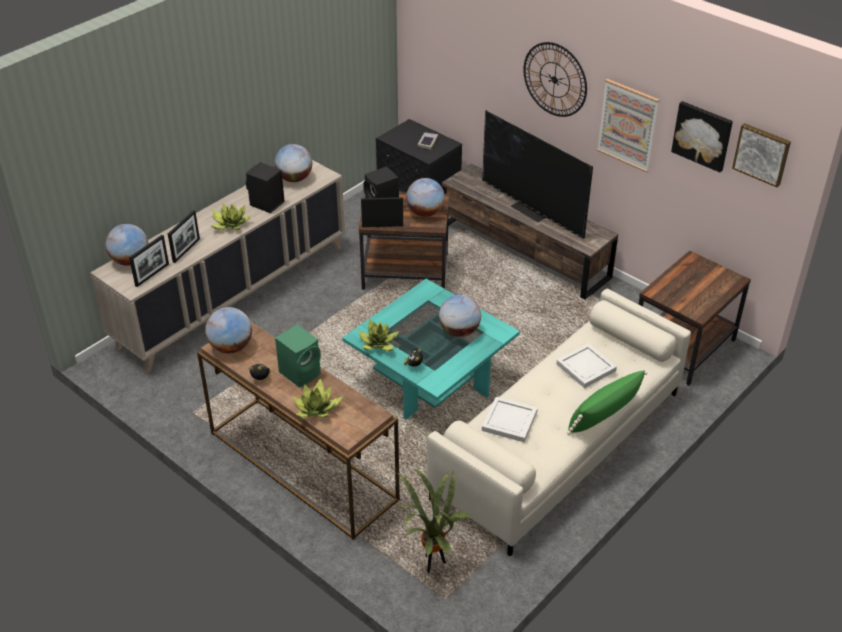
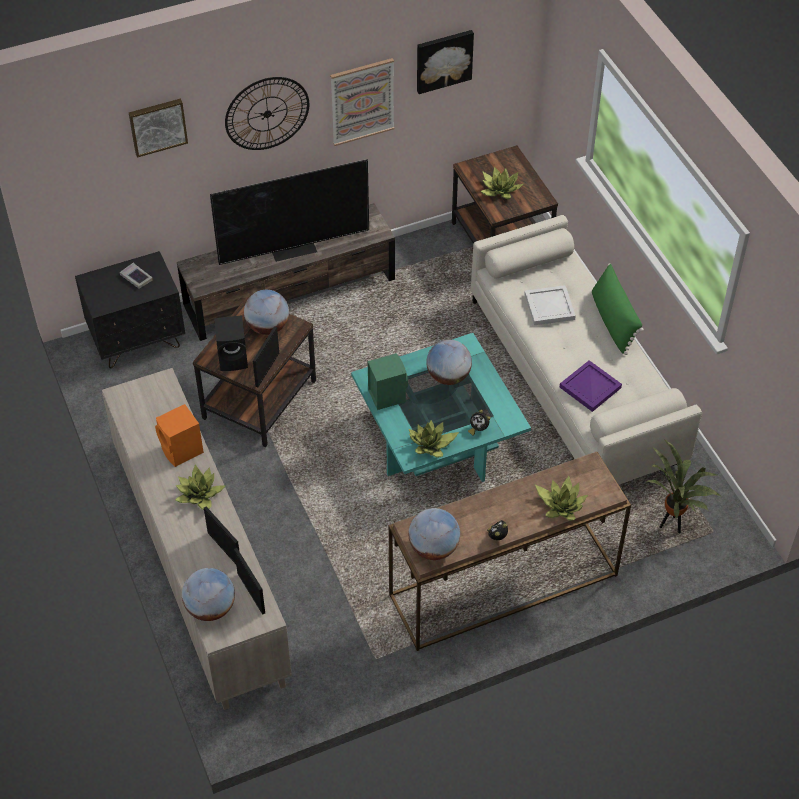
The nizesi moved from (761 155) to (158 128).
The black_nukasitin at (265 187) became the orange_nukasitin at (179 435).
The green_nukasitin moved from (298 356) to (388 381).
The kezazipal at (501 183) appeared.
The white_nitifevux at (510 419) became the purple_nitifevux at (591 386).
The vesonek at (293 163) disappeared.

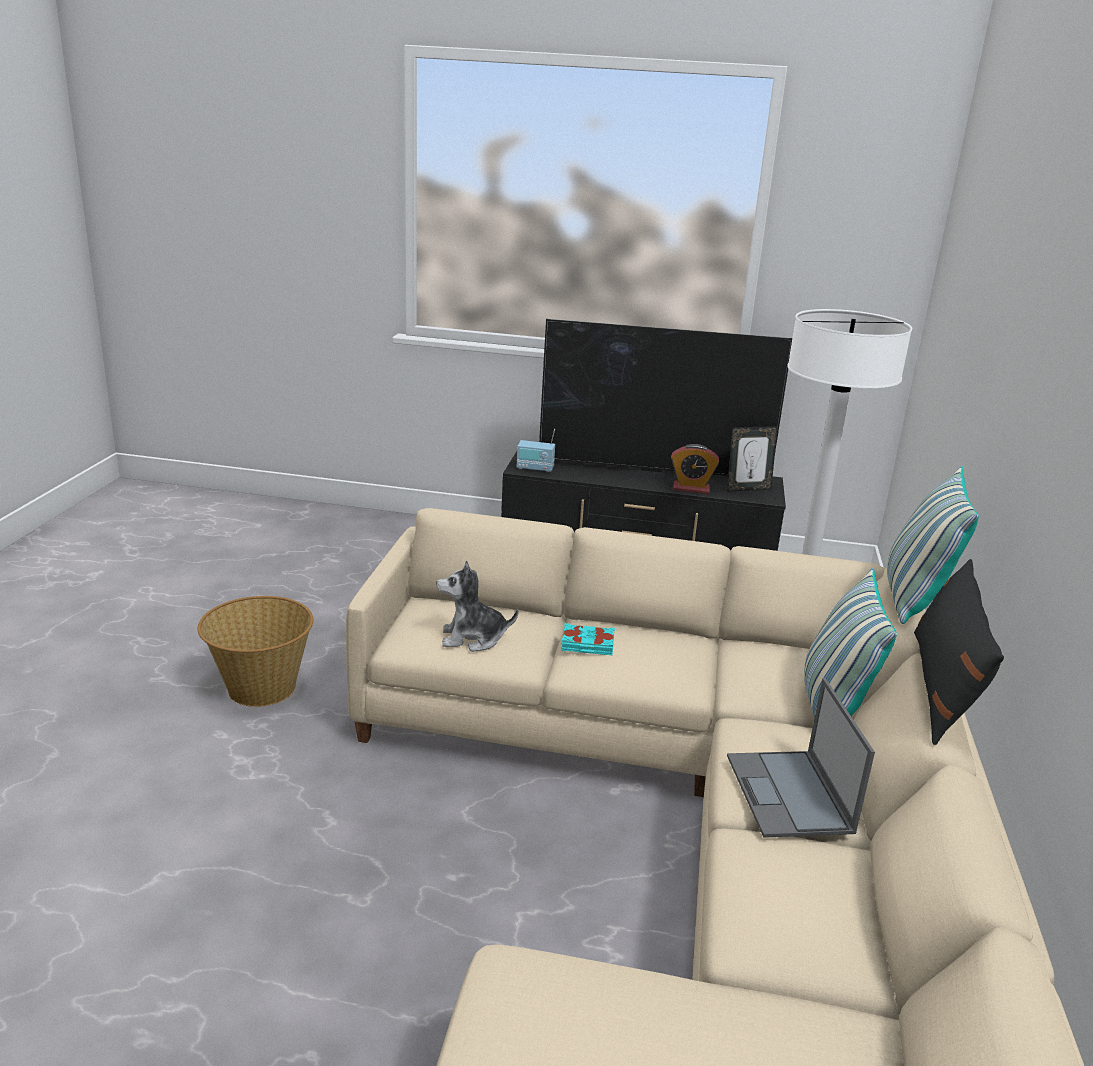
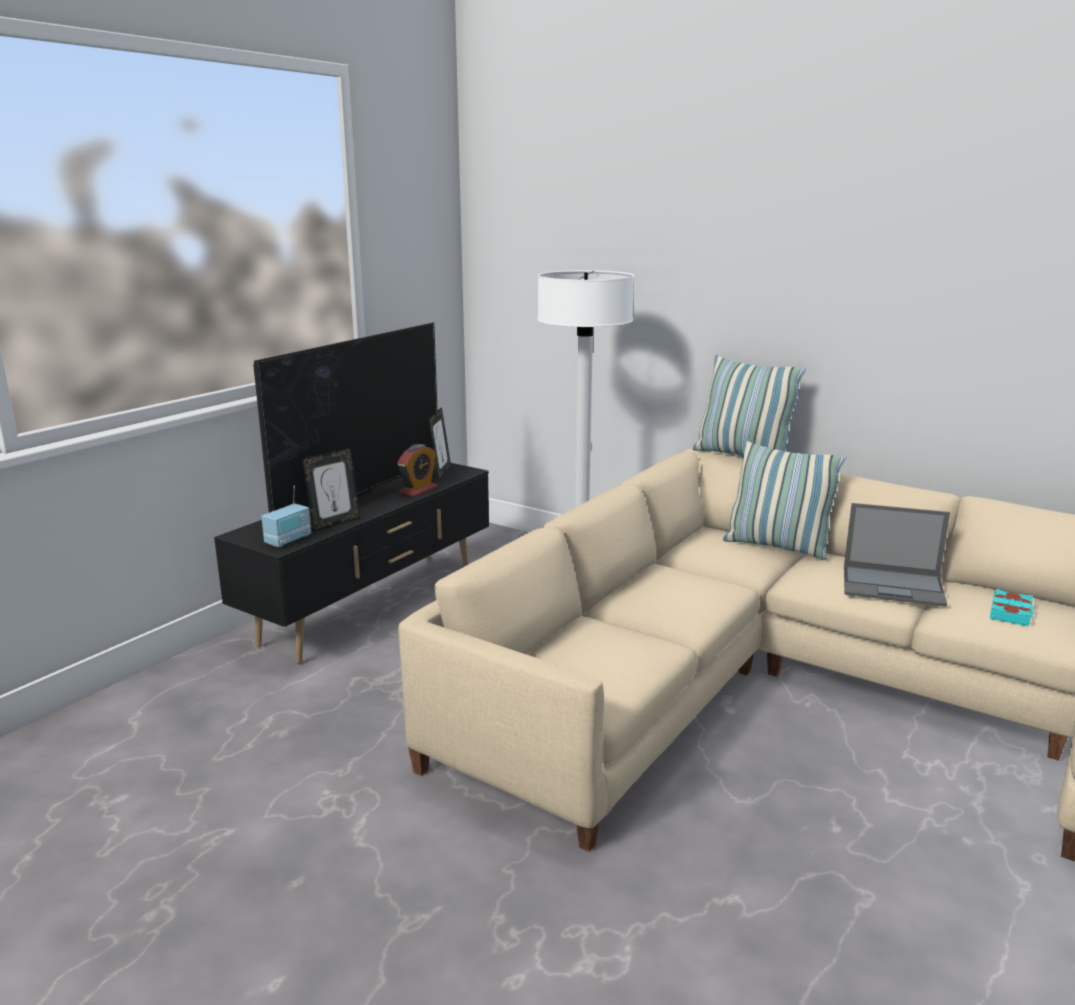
The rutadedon at (331 489) appeared.
The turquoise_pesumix moved from (588 639) to (1012 608).
The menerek at (256 651) disappeared.
The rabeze at (477 606) disappeared.
The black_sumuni at (959 652) disappeared.

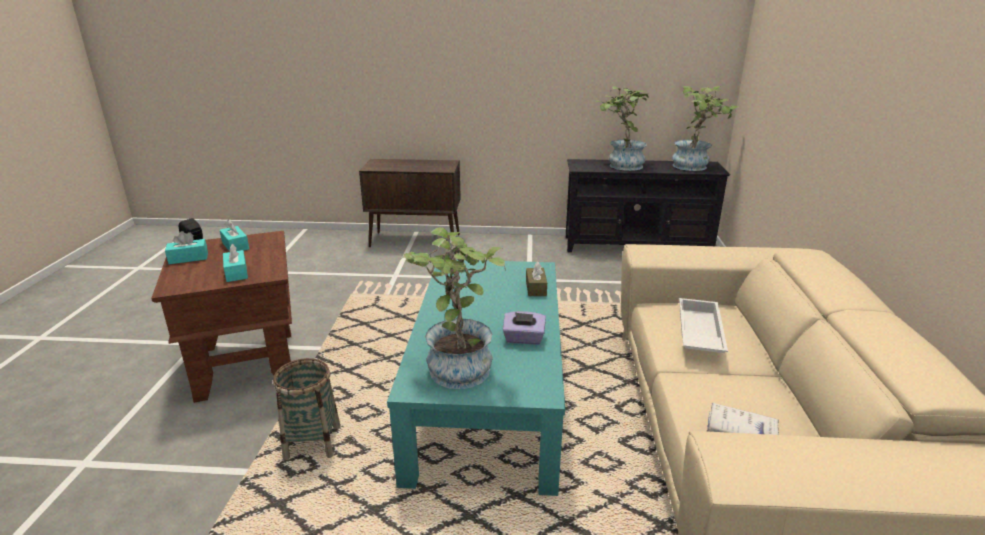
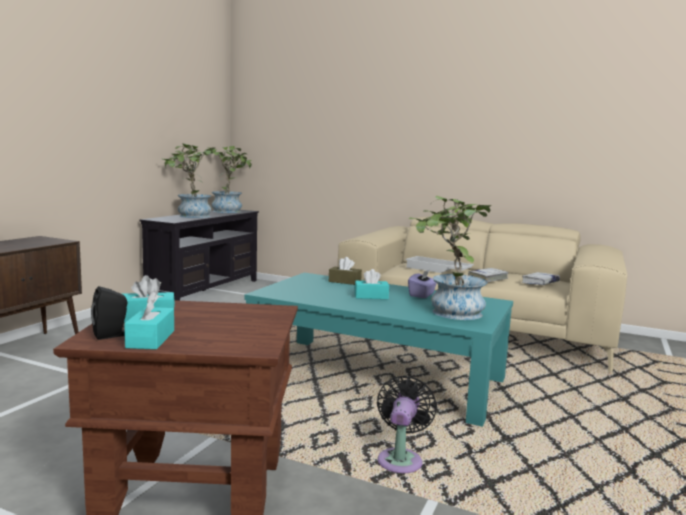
The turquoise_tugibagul moved from (235 263) to (372 284).
The menerek at (307 409) was replaced by the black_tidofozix at (407 424).
The white_pesumix at (488 275) appeared.

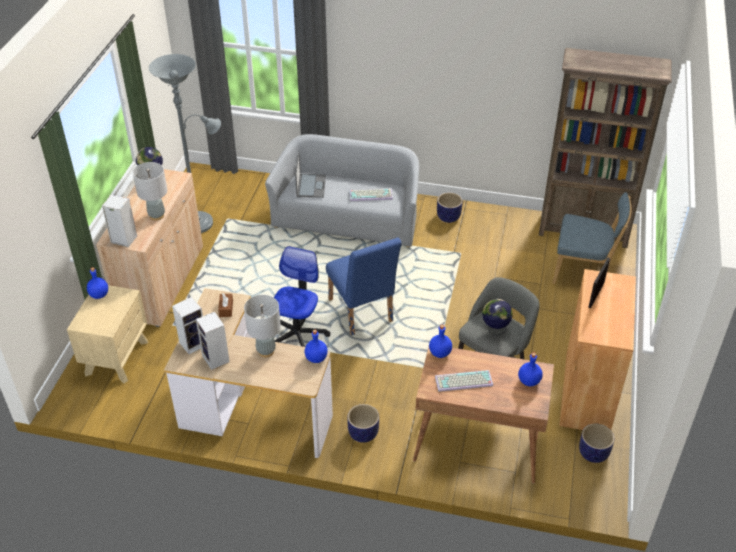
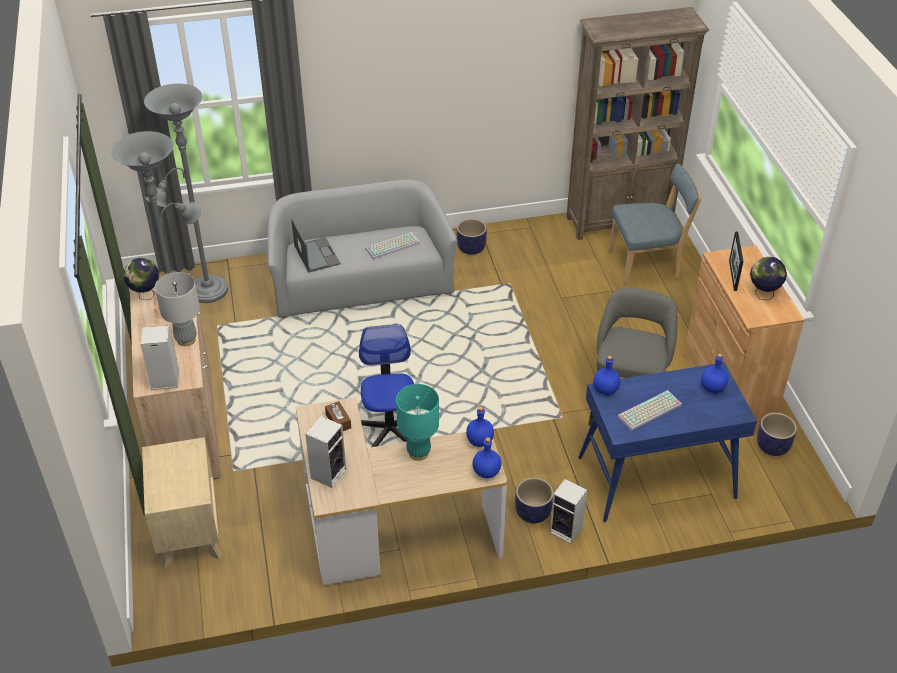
The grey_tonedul at (186 193) appeared.
The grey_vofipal at (262 326) became the turquoise_vofipal at (417 422).
The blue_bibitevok moved from (97 283) to (487 458).
The nukasitin moved from (213 341) to (568 511).
The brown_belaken at (483 415) became the blue_belaken at (667 442).
The vesonek moved from (497 317) to (768 278).
The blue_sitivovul at (364 286) disappeared.

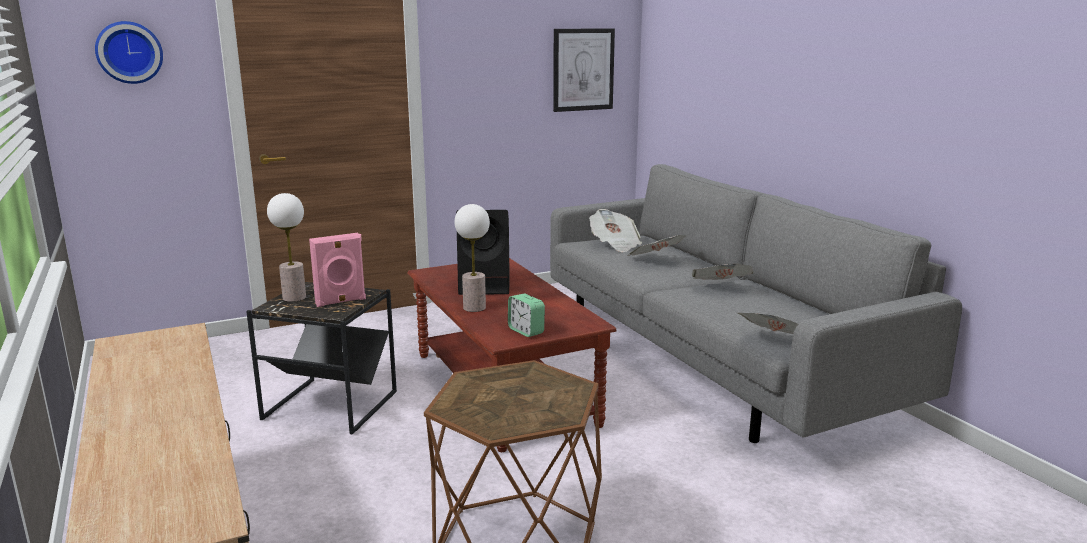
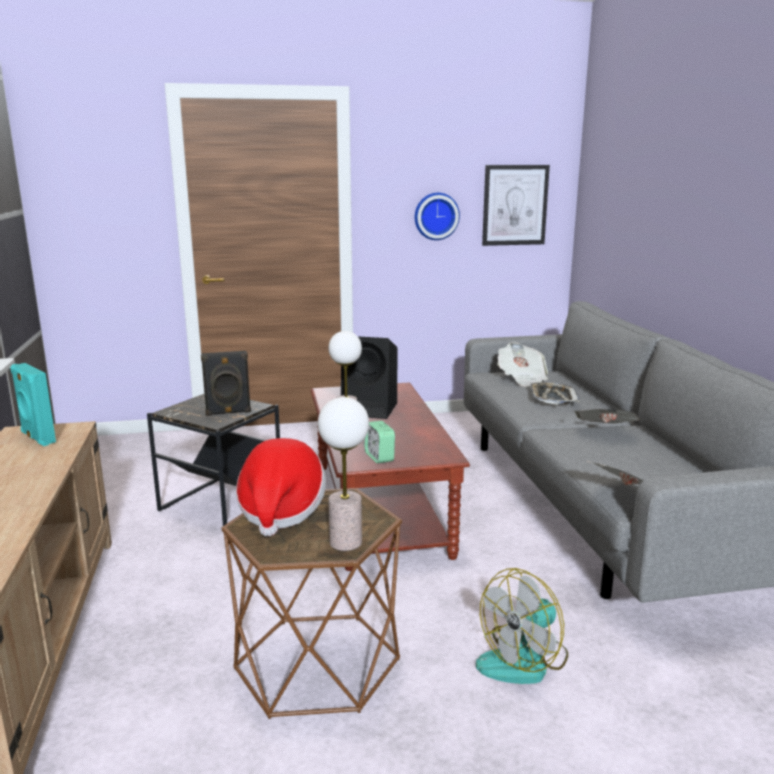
The turquoise_nukasitin at (33 404) appeared.
The pink_nukasitin at (337 270) became the black_nukasitin at (226 383).
The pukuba at (281 487) appeared.
The vofipal moved from (286 247) to (343 474).
The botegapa moved from (129 52) to (437 216).
The tidofozix at (522 626) appeared.
The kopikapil at (656 245) was replaced by the nitifevux at (555 393).

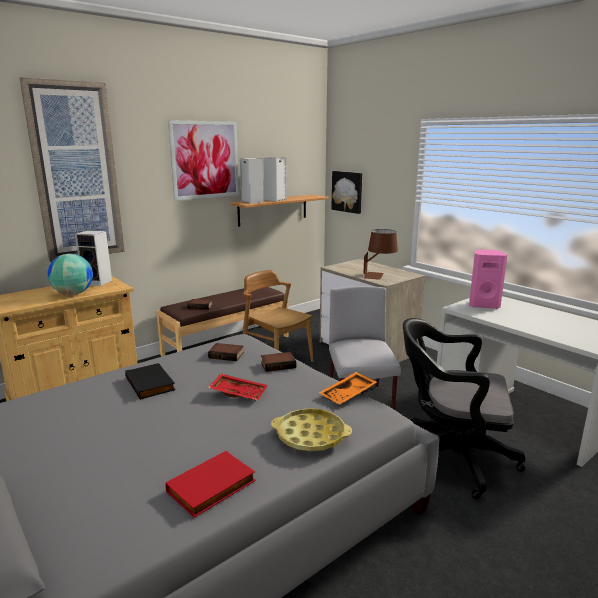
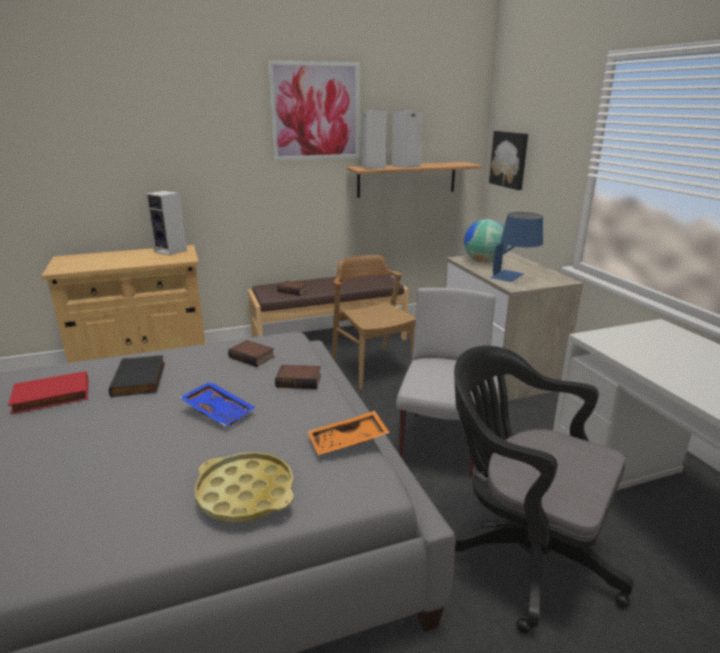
The red_pesumix moved from (210 484) to (48 392).
The red_nitifevux at (238 387) became the blue_nitifevux at (217 404).
The vesonek moved from (70 274) to (486 241).
The brown_vofipal at (380 254) became the blue_vofipal at (516 247).
The nizesi at (72 169) disappeared.
The pink_nukasitin at (488 279) disappeared.

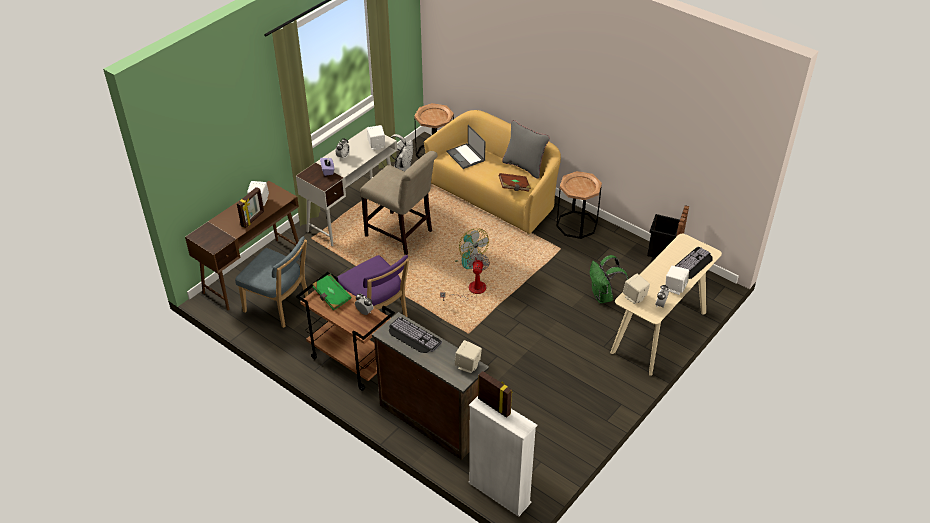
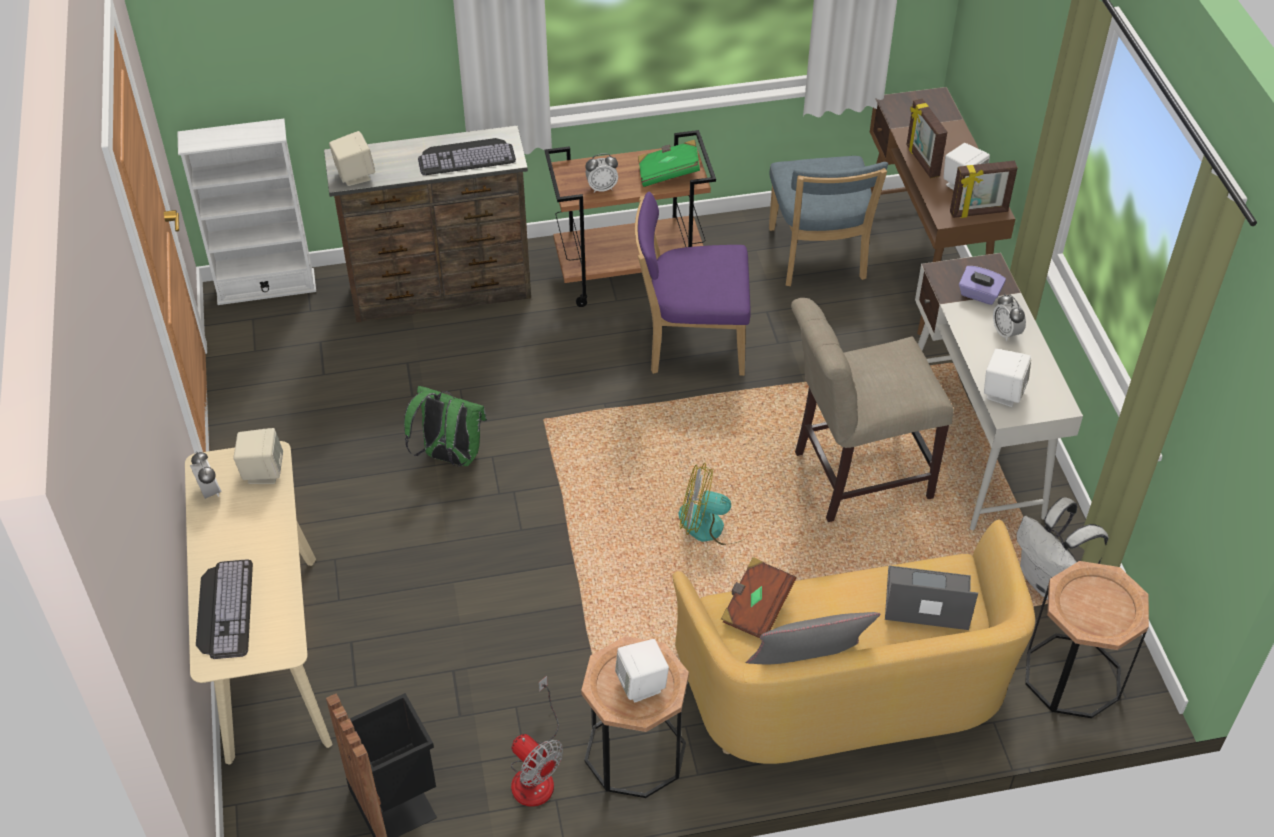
The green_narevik moved from (609 279) to (445 426).
The tidofozix moved from (465 277) to (537 741).
The white_nukasitin moved from (677 280) to (642 670).
The blue_sitivovul at (271 282) turned 75 degrees counterclockwise.
The rutadedon moved from (495 394) to (984 189).

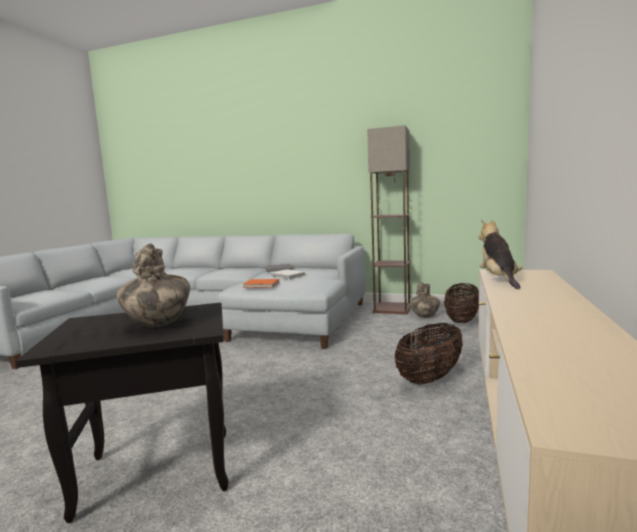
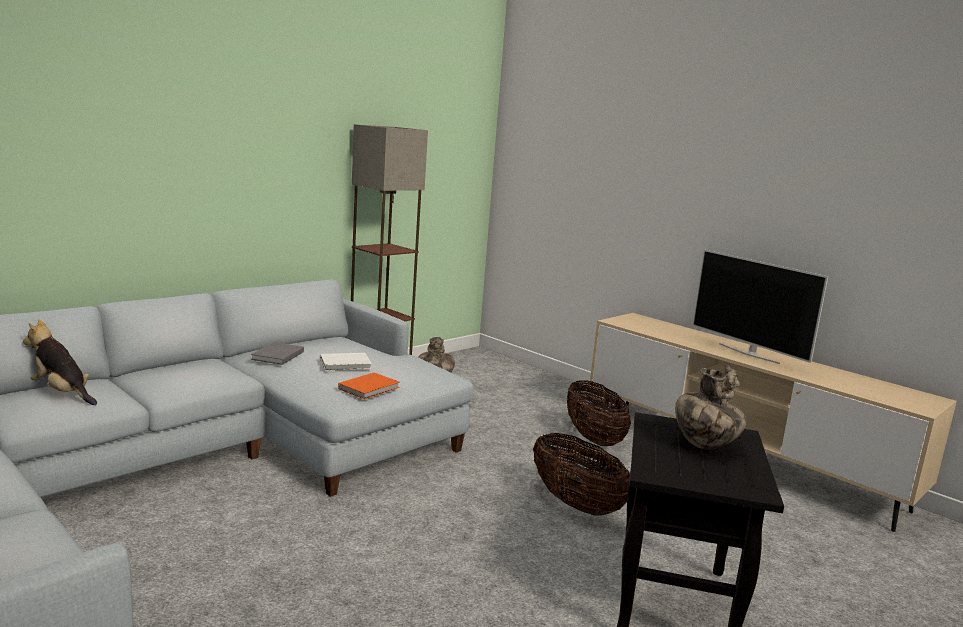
The rabeze moved from (500 254) to (60 362).
The menerek moved from (461 303) to (581 474).
The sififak at (760 306) appeared.

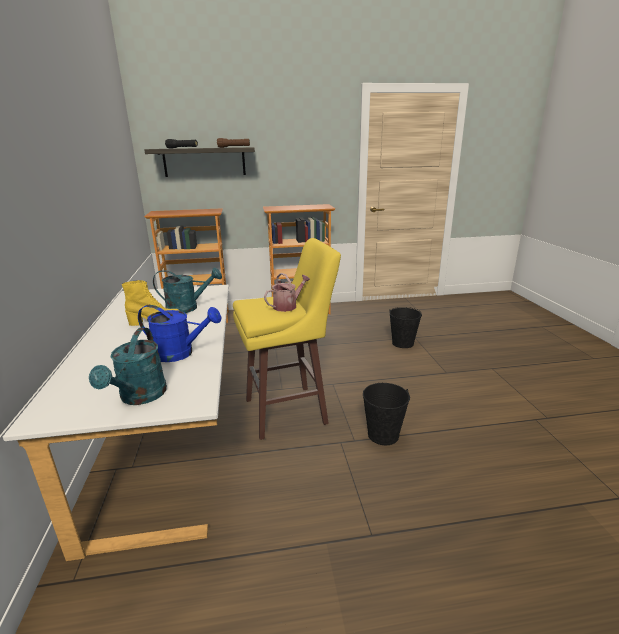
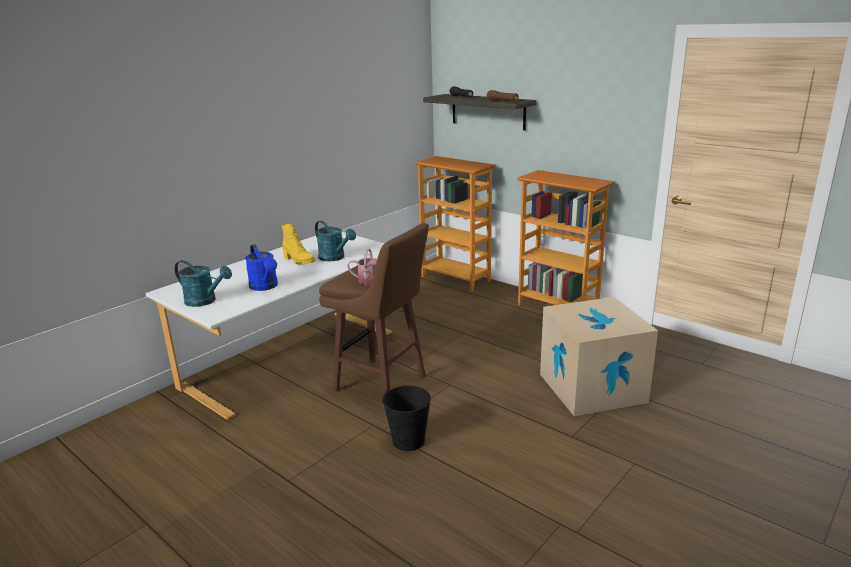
The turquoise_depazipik at (128 366) turned 120 degrees counterclockwise.
The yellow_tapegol at (287 339) became the brown_tapegol at (374 308).
The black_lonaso at (405 327) was replaced by the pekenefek at (599 356).

